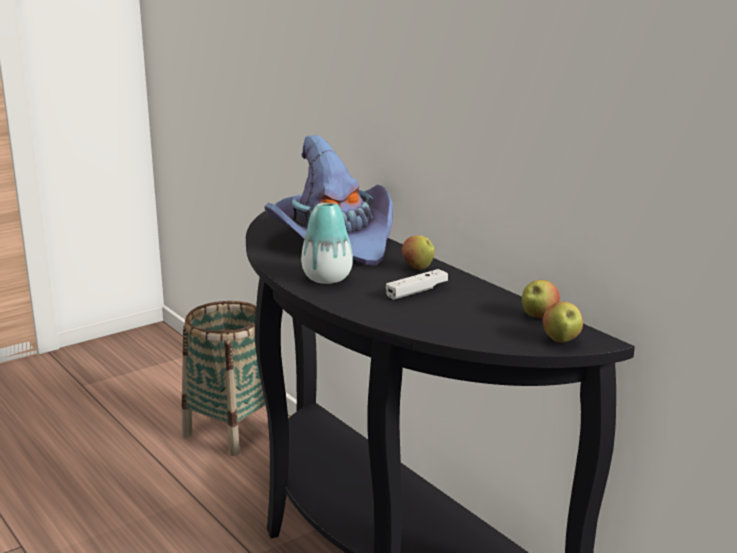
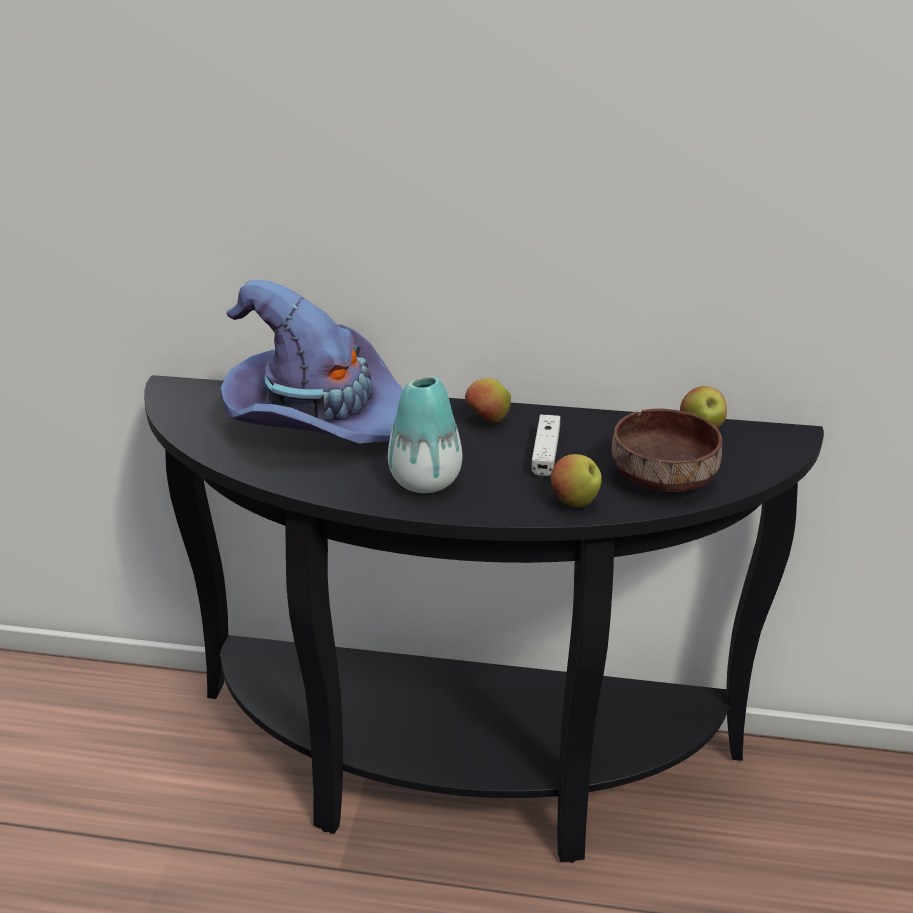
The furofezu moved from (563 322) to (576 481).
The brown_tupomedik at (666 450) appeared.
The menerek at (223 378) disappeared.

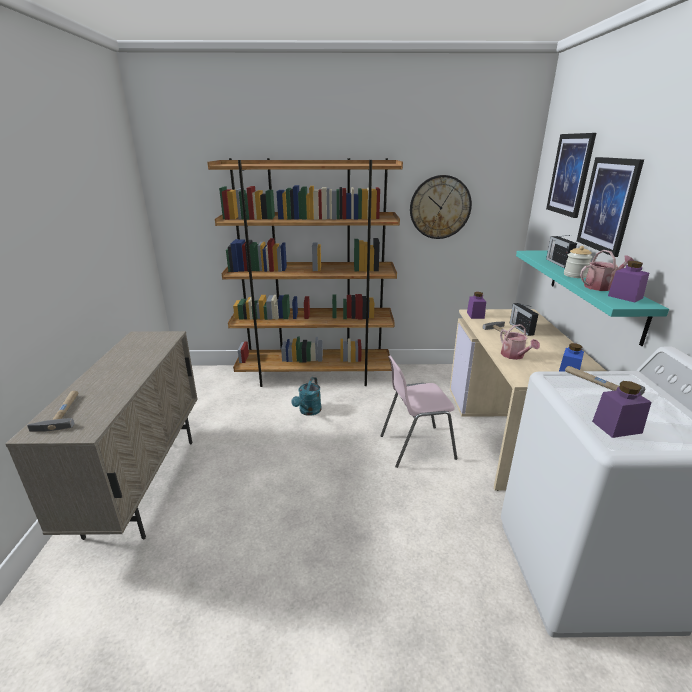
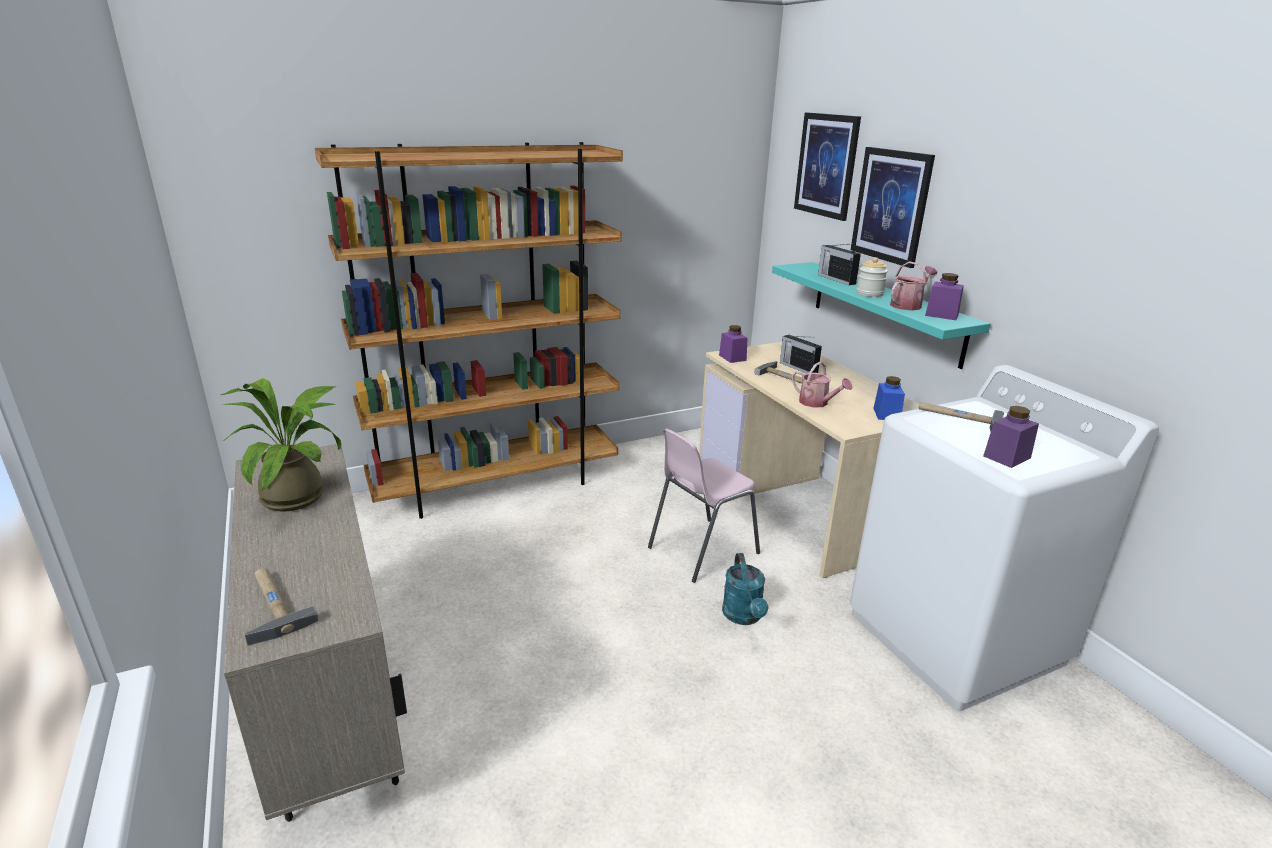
The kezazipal at (281 445) appeared.
The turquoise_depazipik moved from (307 396) to (745 589).
The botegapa at (441 207) disappeared.

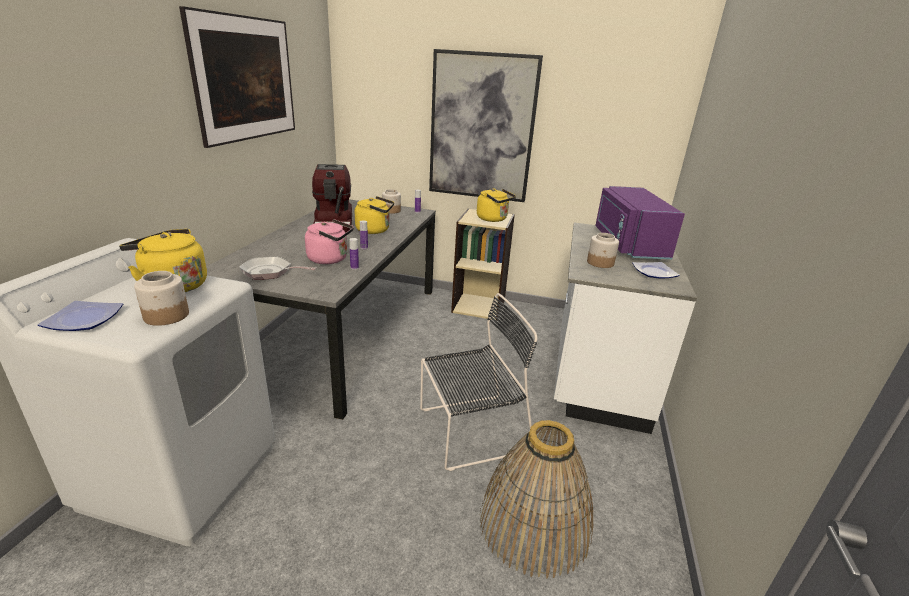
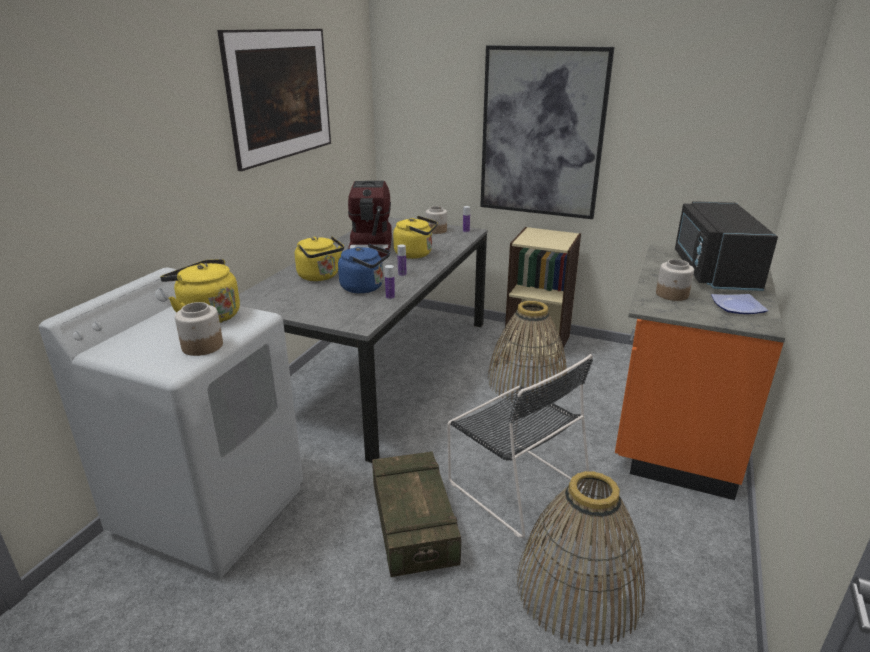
The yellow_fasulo moved from (496 205) to (319 258).
The pink_fasulo at (329 241) became the blue_fasulo at (364 268).
The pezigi at (416 514) appeared.
The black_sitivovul at (478 382) turned 60 degrees clockwise.
The menerek at (527 352) appeared.
The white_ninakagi at (625 328) became the orange_ninakagi at (700 372).
The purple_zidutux at (640 222) became the black_zidutux at (726 246).
The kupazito at (80 316) disappeared.
The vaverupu at (278 268) disappeared.

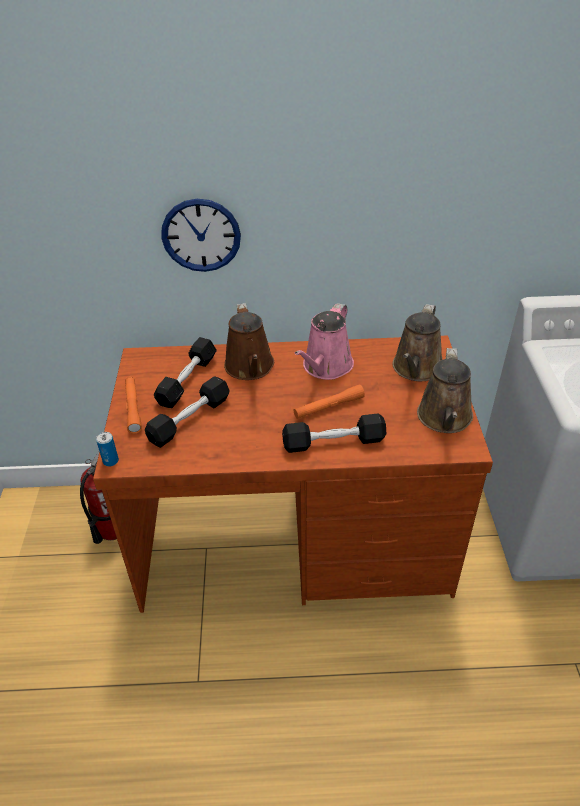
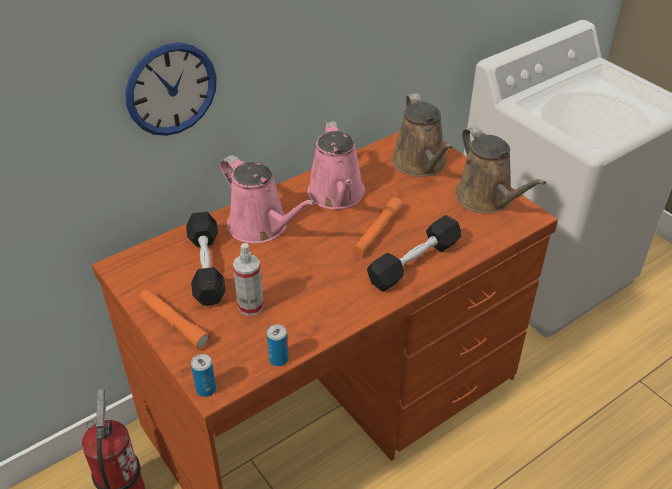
The brown_depazipik at (249 341) became the pink_depazipik at (268 199).
The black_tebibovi at (187 412) was replaced by the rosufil at (248 279).
The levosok at (278 345) appeared.

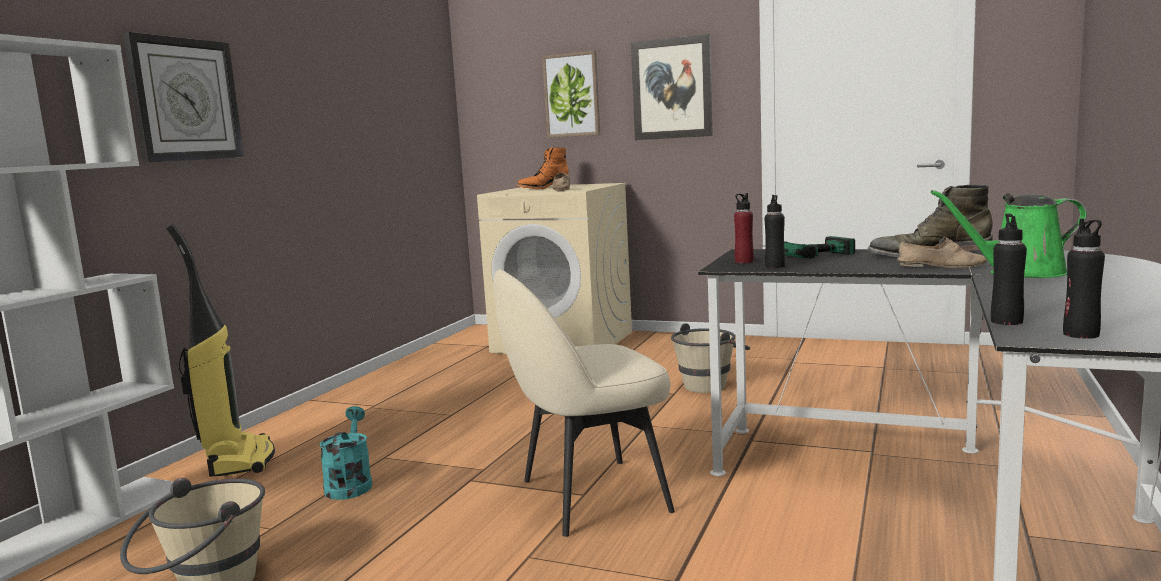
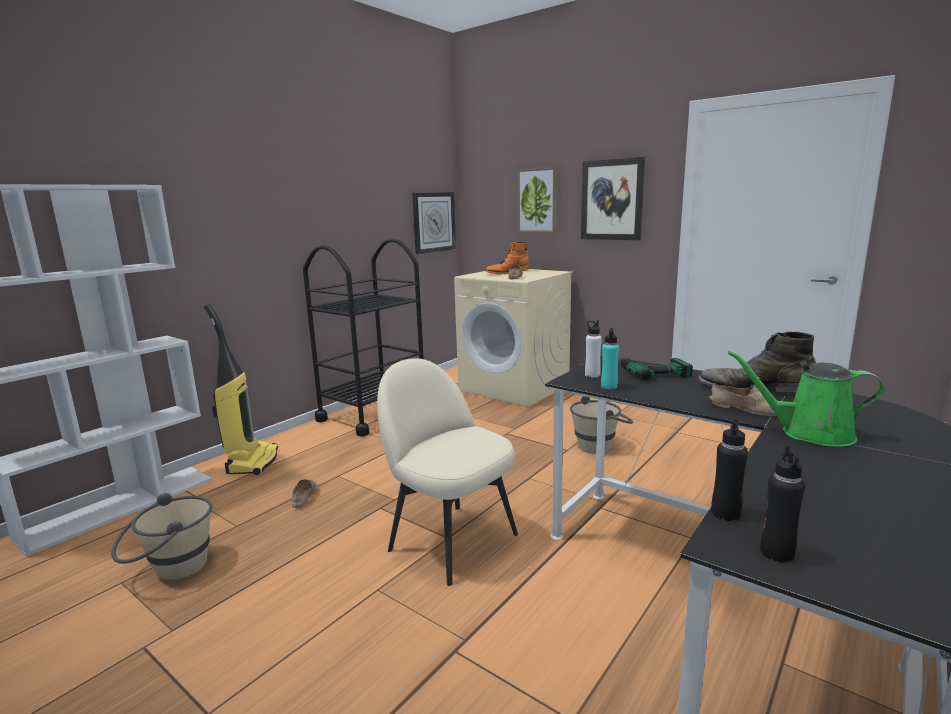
The turquoise_depazipik at (345 453) was replaced by the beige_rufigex at (304 493).
The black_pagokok at (363 337) appeared.
The beige_sitivovul at (584 403) turned 45 degrees clockwise.
The botegapa moved from (183 97) to (434 223).
The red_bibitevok at (744 228) became the white_bibitevok at (593 349).
The black_bibitevok at (775 231) became the turquoise_bibitevok at (610 358).

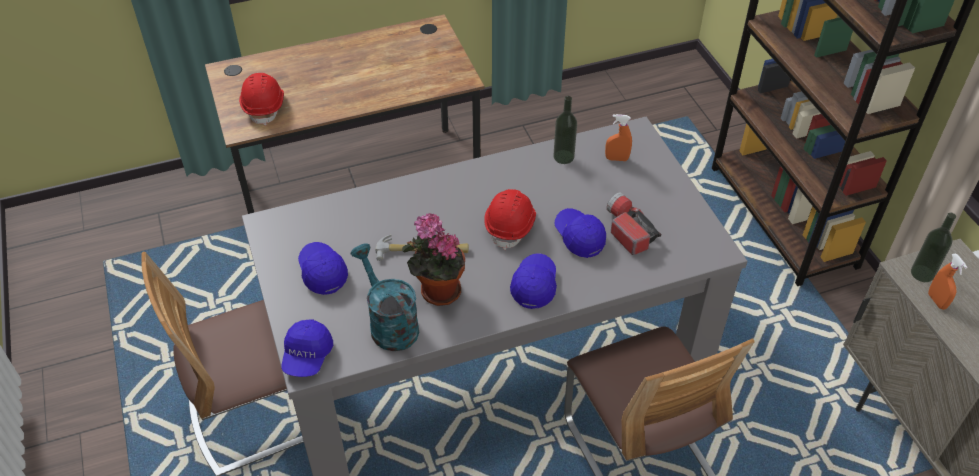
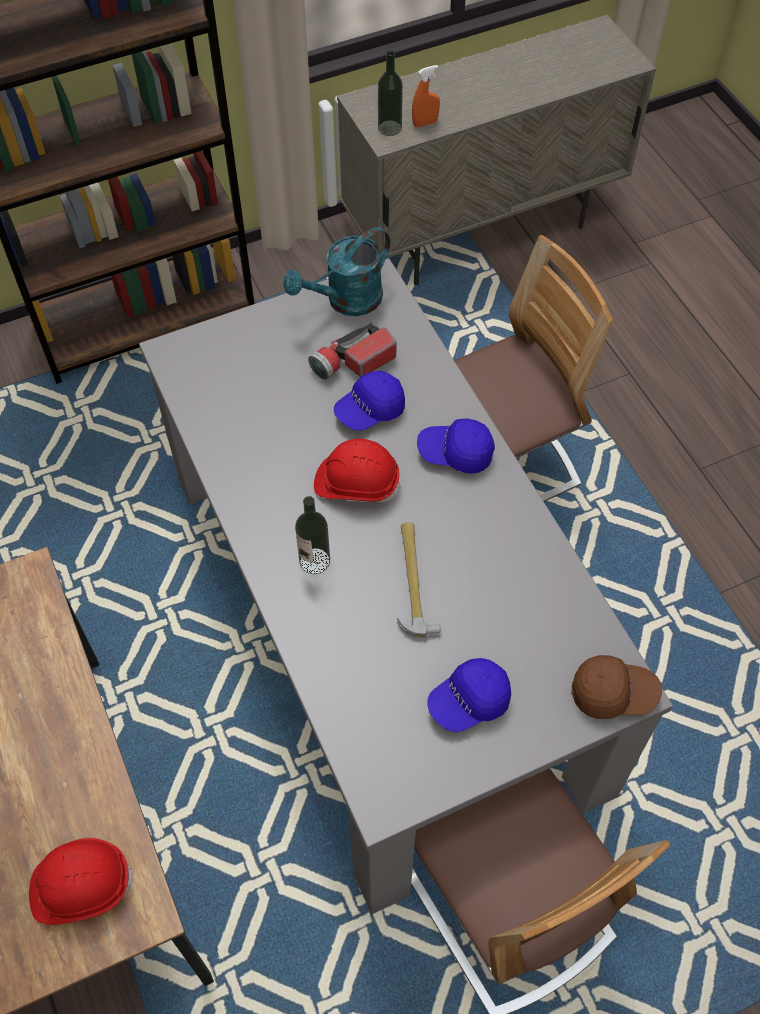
The turquoise_depazipik moved from (385 297) to (336 271).
The bibitevok moved from (565 130) to (312 535).
The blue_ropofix at (307 348) became the brown_ropofix at (616 687).
The kezazipal at (433 259) disappeared.
The orange_rosufil at (618 137) disappeared.

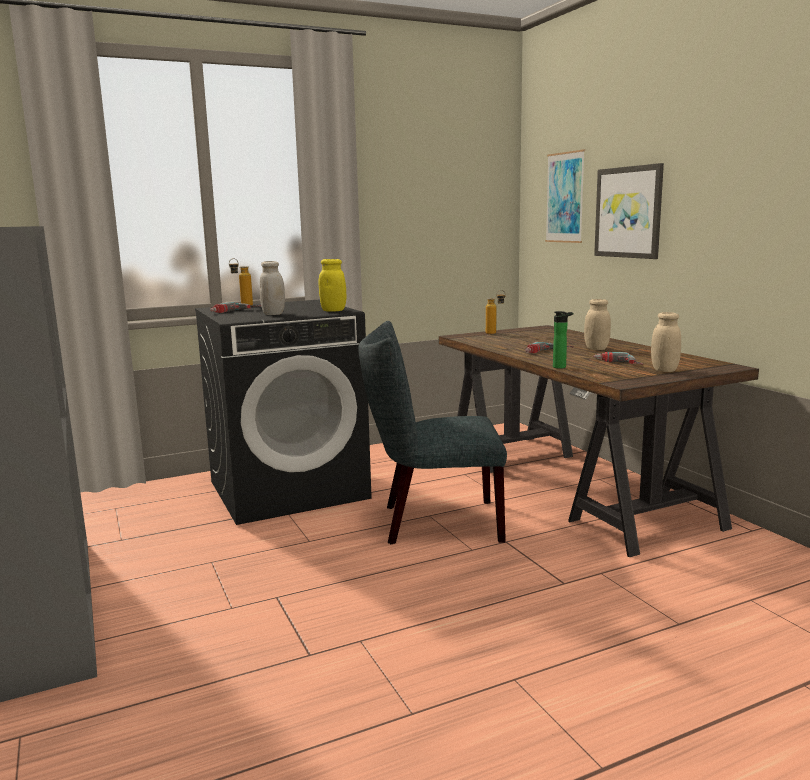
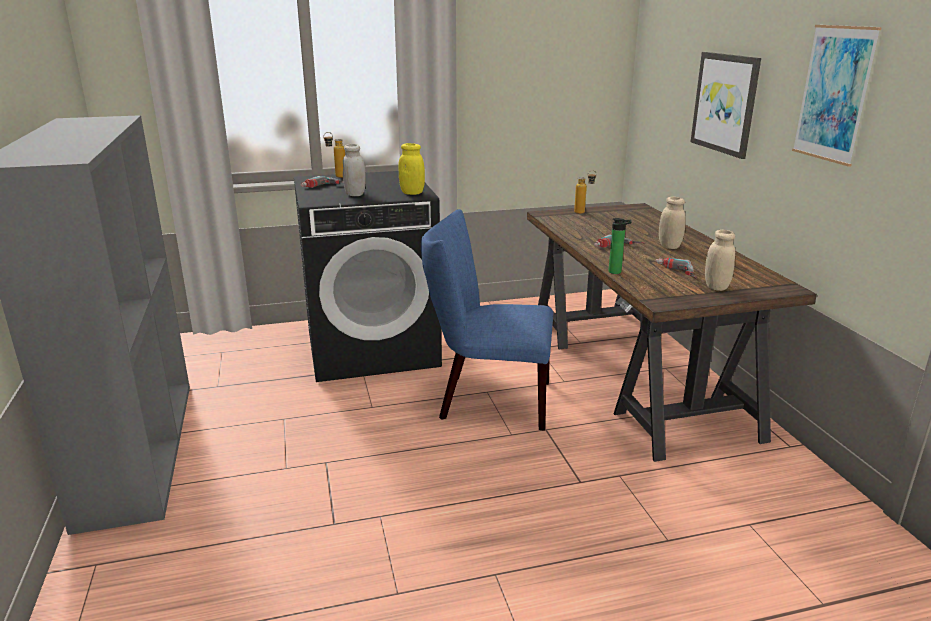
The grey_sitivovul at (432 432) became the blue_sitivovul at (487 319).
The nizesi moved from (565 196) to (837 96).

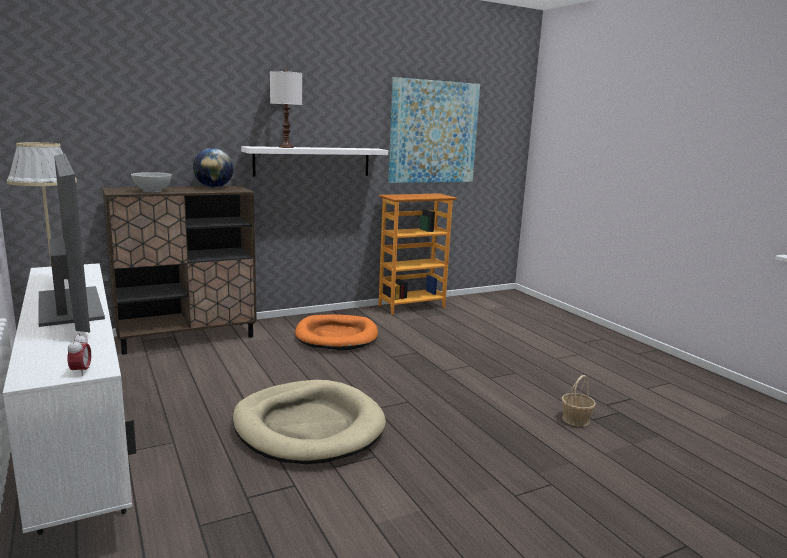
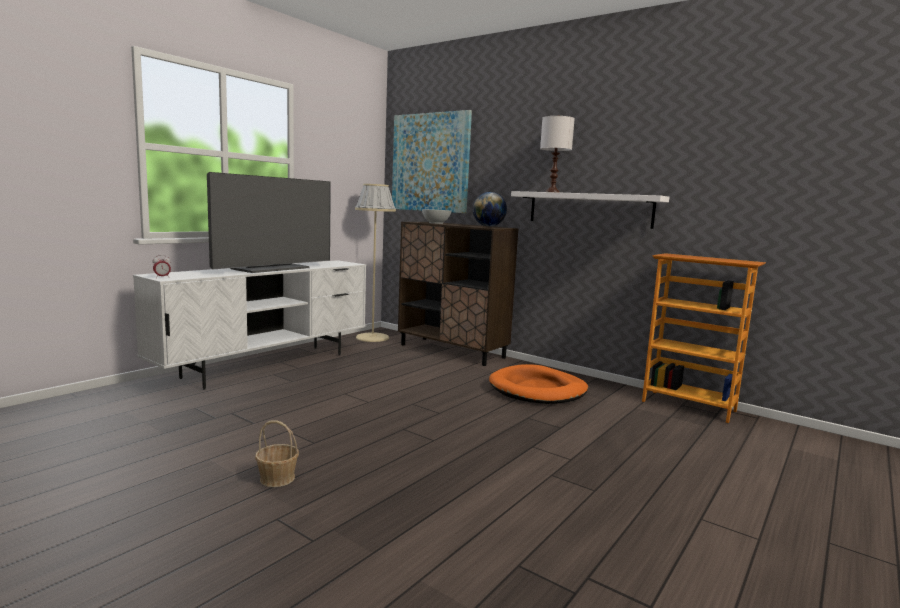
The menerek moved from (578 401) to (277 453).
The nizesi moved from (434 130) to (432 161).
The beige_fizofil at (309 422) disappeared.

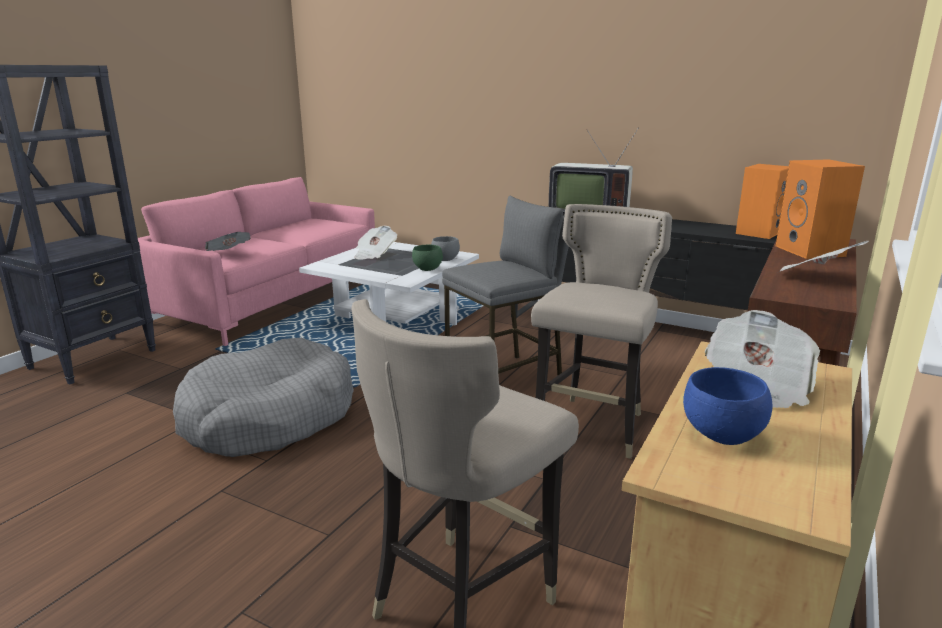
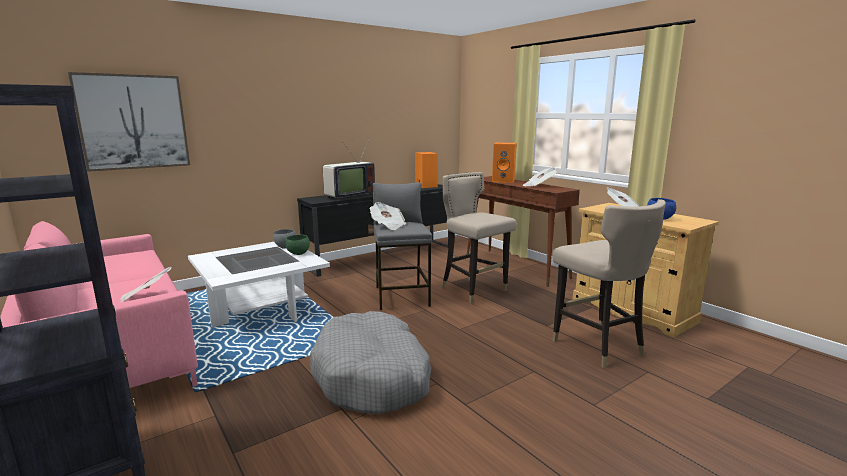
The nizesi at (129 122) appeared.
The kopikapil moved from (375 243) to (388 216).

